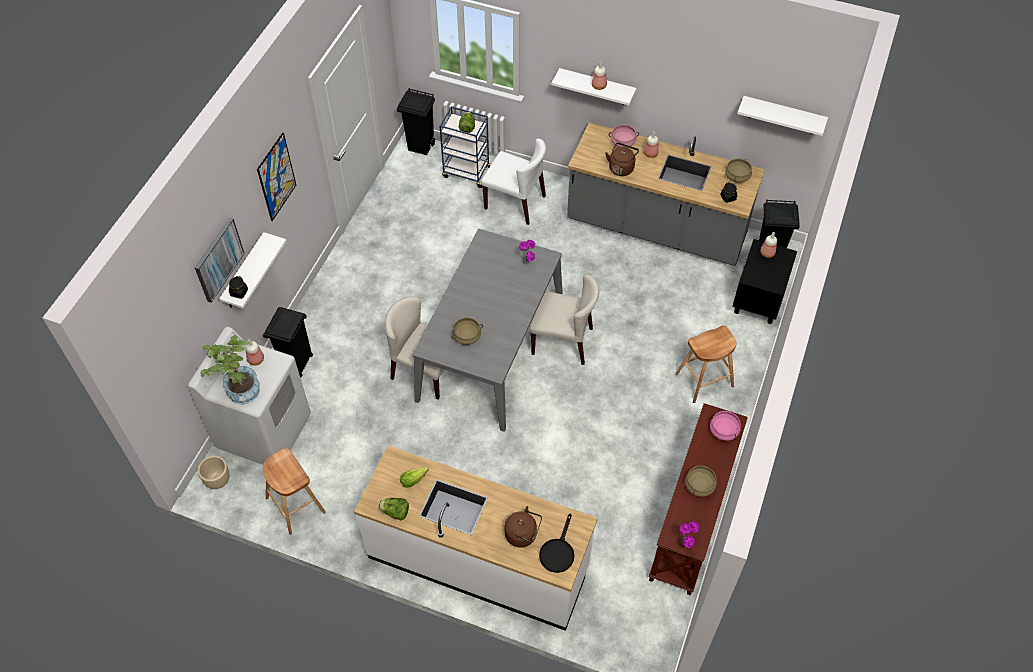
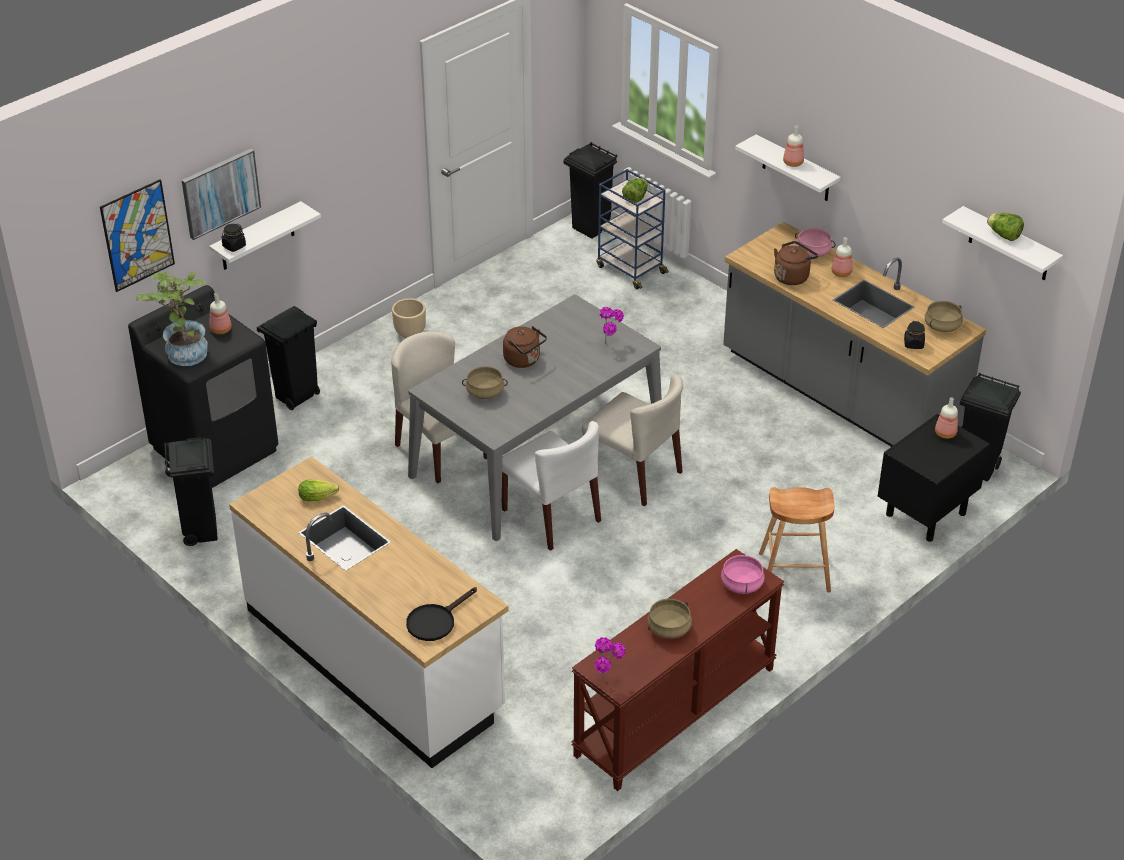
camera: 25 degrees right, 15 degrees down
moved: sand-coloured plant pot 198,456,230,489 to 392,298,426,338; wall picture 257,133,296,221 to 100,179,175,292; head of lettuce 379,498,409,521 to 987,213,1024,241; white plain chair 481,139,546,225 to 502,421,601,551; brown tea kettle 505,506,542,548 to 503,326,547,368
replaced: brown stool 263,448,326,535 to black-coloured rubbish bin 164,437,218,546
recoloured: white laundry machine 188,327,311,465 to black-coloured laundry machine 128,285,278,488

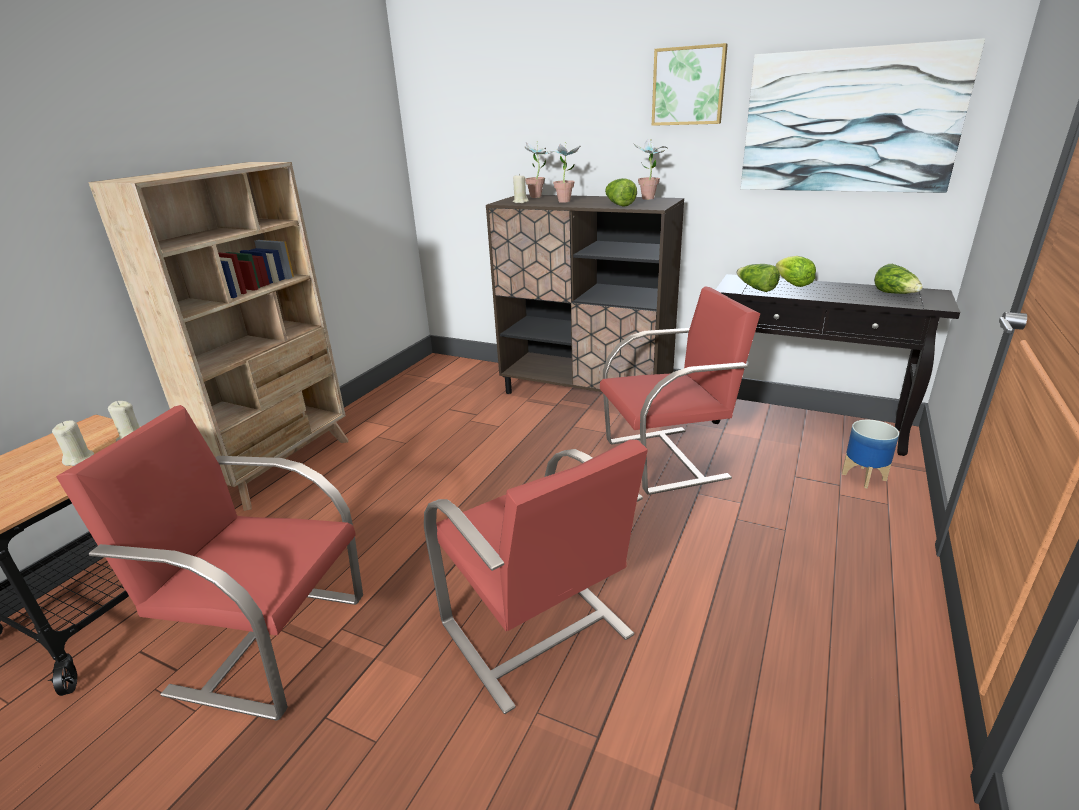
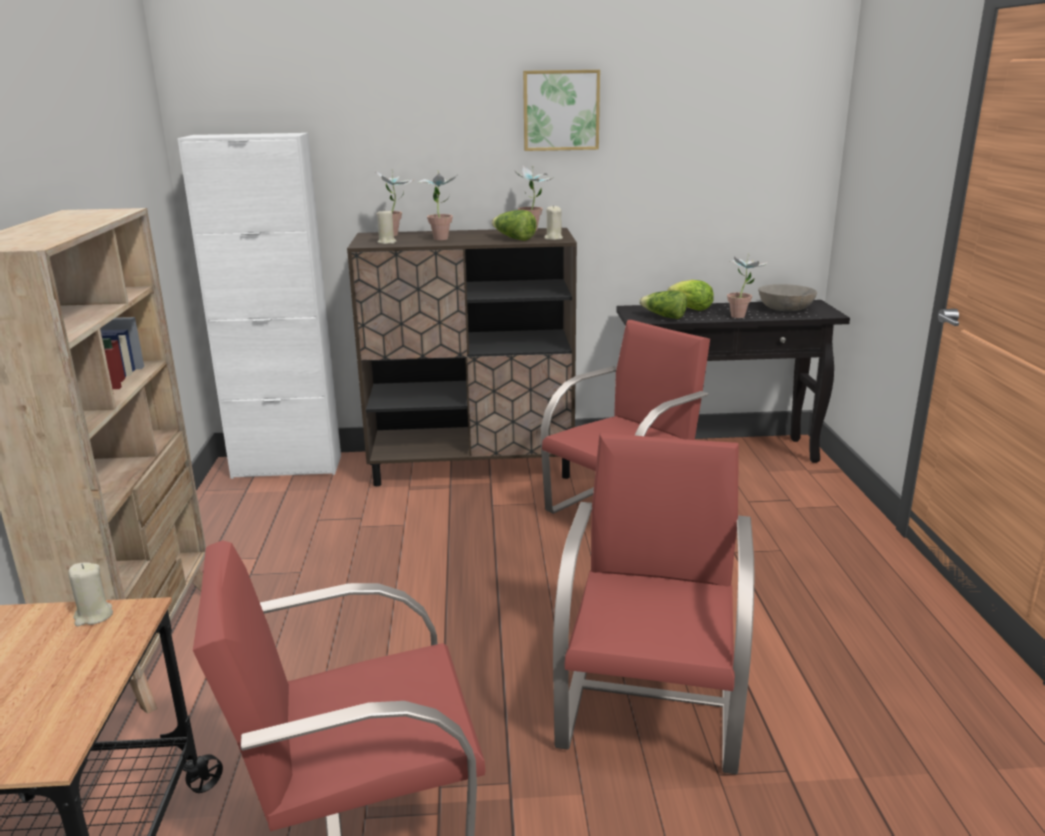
camera: 30 degrees left, 5 degrees down
removed: wall picture 741,38,985,193; plant pot 842,420,899,489
added: white cupboard 177,133,341,479; potted plant 727,254,767,318
moved: sand-coloured candle 52,420,94,466 to 545,205,563,240
replaced: head of lettuce 874,264,923,294 to gray bowl 758,284,817,311
turned: red-coloured plain chair 424,440,648,714 = 553,433,755,774 105 degrees counterclockwise

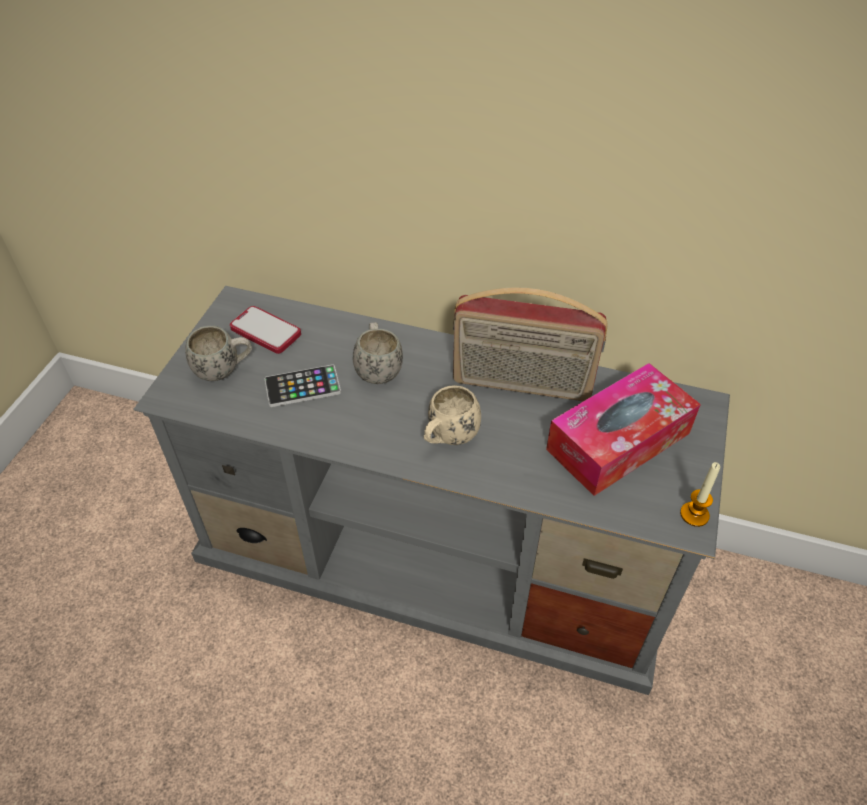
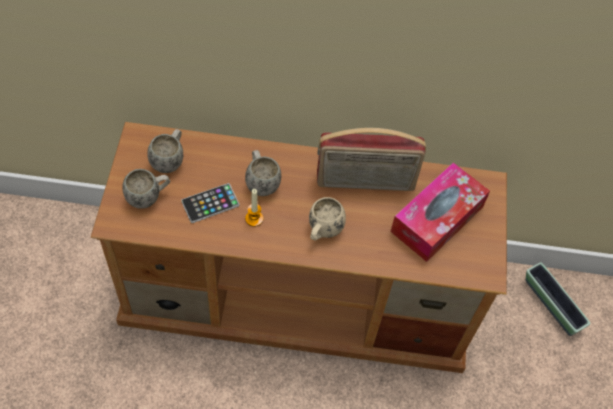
camera: 15 degrees left, 10 degrees up
added: plant pot 526,262,591,336
moved: candle 680,462,720,527 to 245,189,264,227
replaced: phone 230,306,301,354 to white mug 147,129,183,173
recoloured: gray tv stand 133,286,730,695 to brown tv stand 90,122,507,373

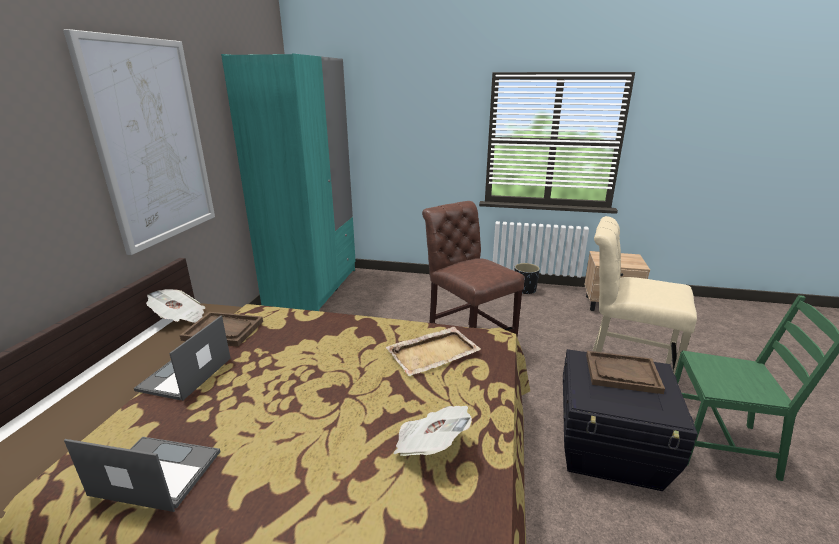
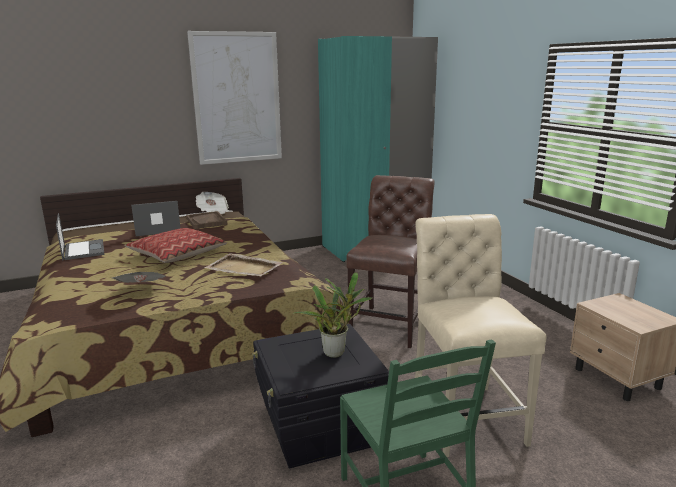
camera: 55 degrees right, 5 degrees down
removed: black-coloured plant pot 514,263,540,294
added: cushion 125,228,227,263
replaced: brown tray 586,351,665,394 to potted plant 293,272,373,358

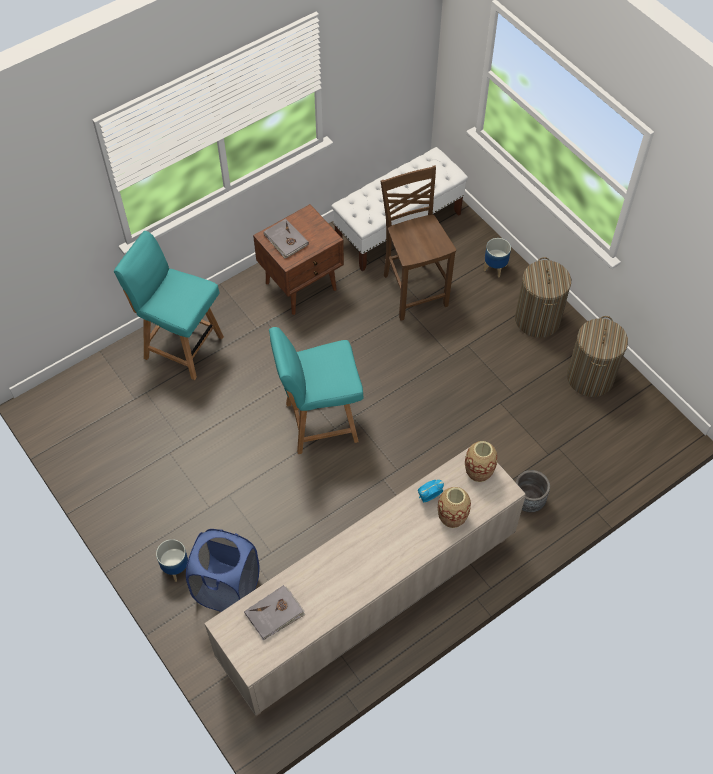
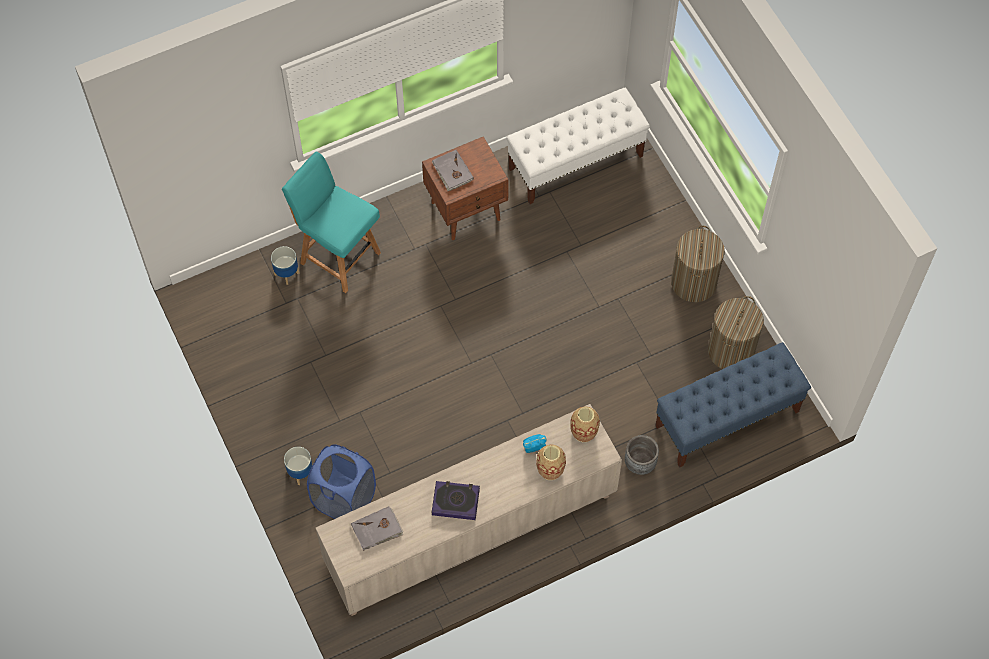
camera: 10 degrees right, 5 degrees up
removed: turquoise plain chair 269,327,364,454; brown plain chair 381,166,456,321
added: bound book 432,481,480,520; bluish long seat 655,342,811,468
moved: plant pot 484,238,511,278 to 271,246,299,285

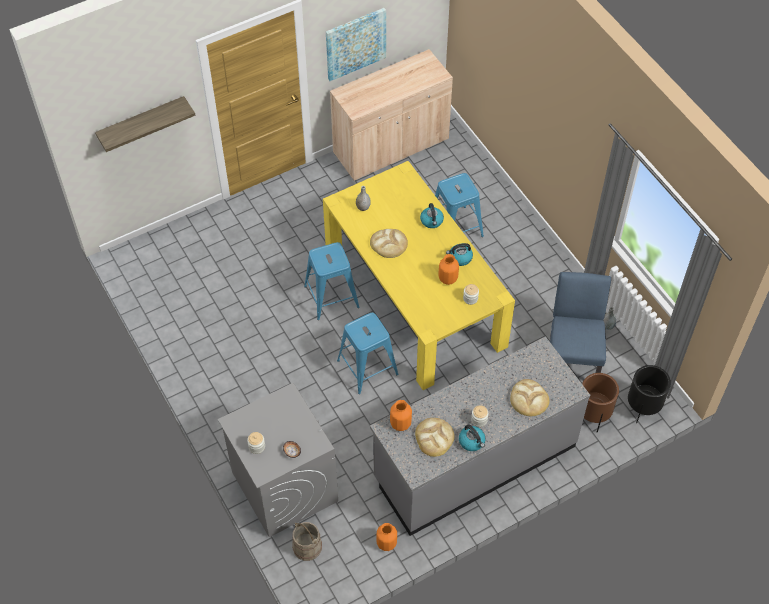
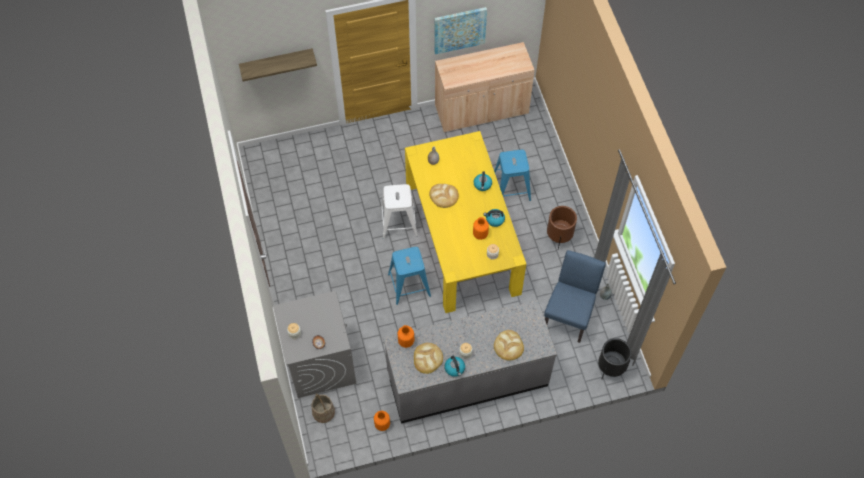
camera: 15 degrees right, 5 degrees up
moved: brown plant pot 582,373,619,432 to 547,206,577,249
recoloured: bluish stool 304,242,359,320 to white stool 381,184,418,239

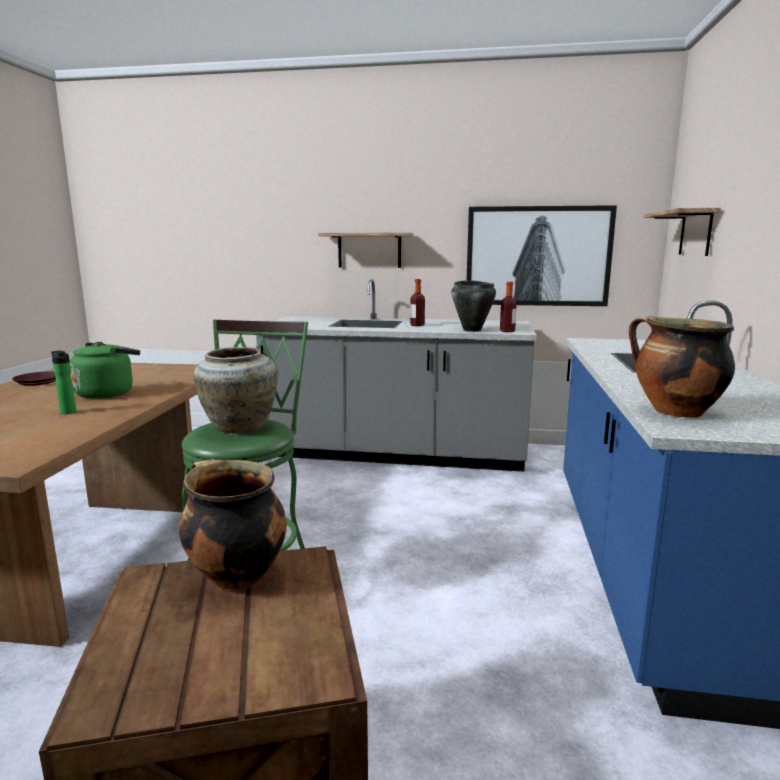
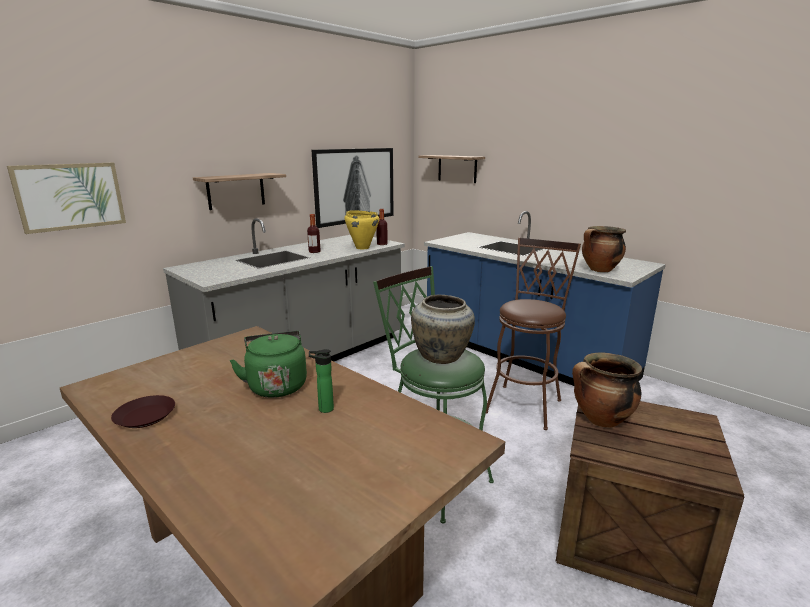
camera: 55 degrees left, 5 degrees up
added: wall picture 7,163,126,234; brown stool 486,238,581,430
recoloured: black-coloured saucepot 451,280,496,332 to yellow saucepot 345,210,379,249

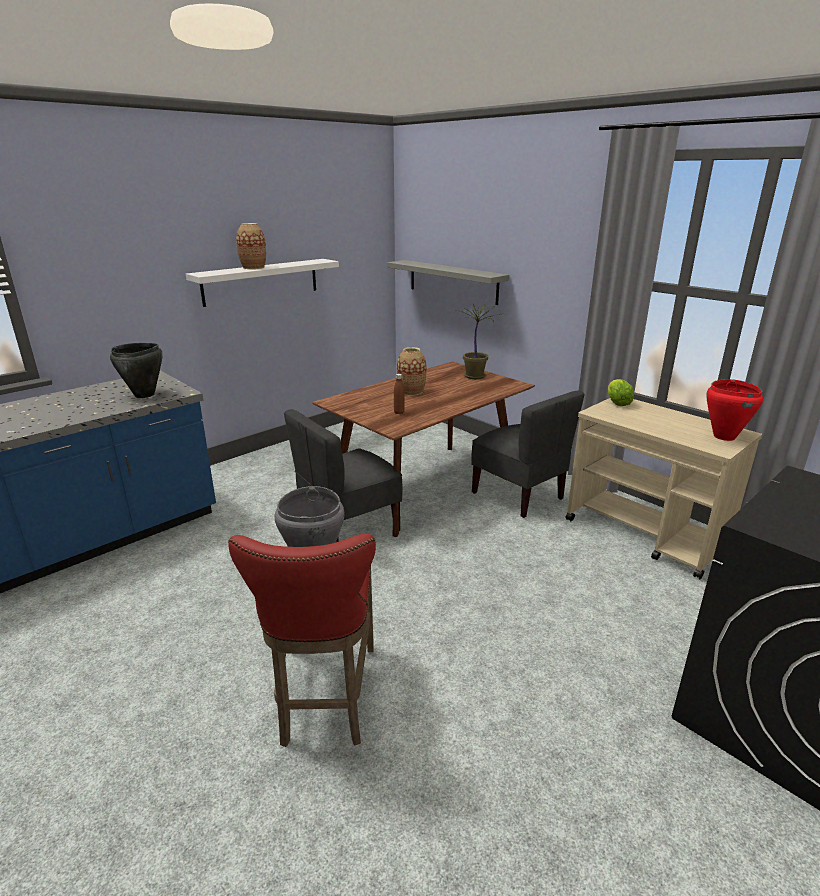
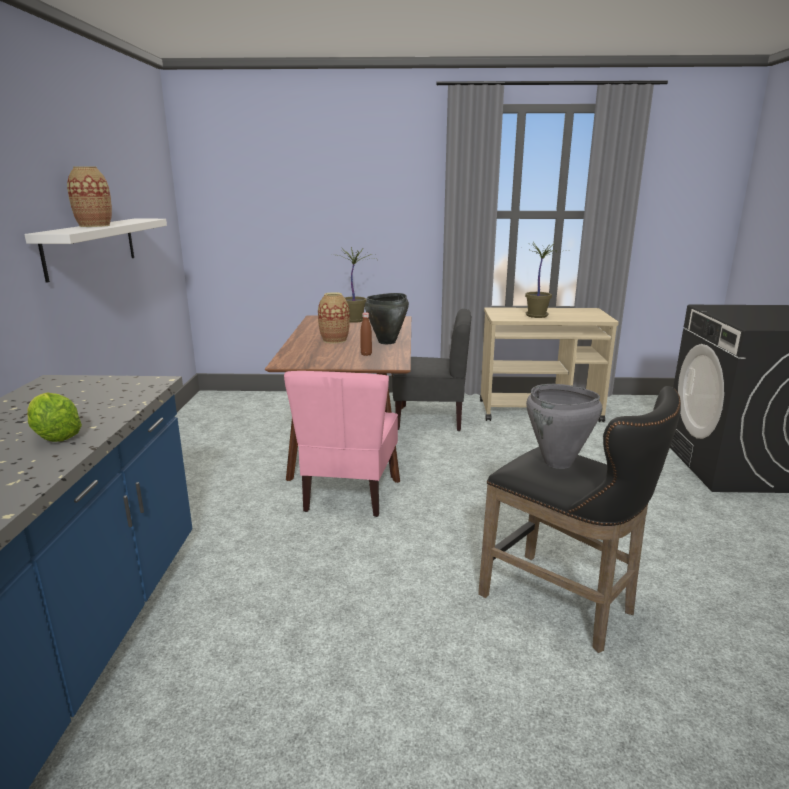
camera: 45 degrees left, 5 degrees down
removed: gray wall shelf 387,260,509,305; red-coloured saucepot 706,379,763,441
added: potted plant 518,242,560,318
moved: black-coloured saucepot 110,343,163,398 to 365,293,409,344; head of lettuce 608,379,634,406 to 27,393,82,442
recoloured: red-coloured stool 228,534,376,747 to black-coloured stool 478,386,681,653; gray plain chair 284,409,403,542 to pink-coloured plain chair 284,371,398,517

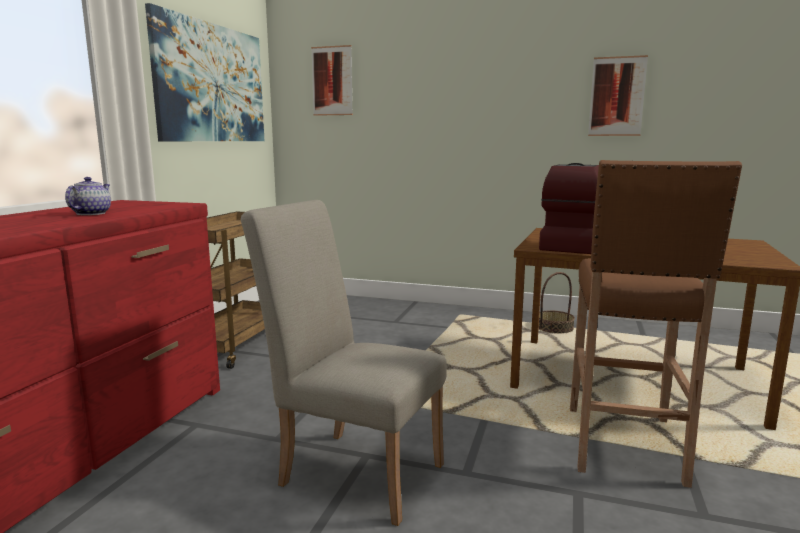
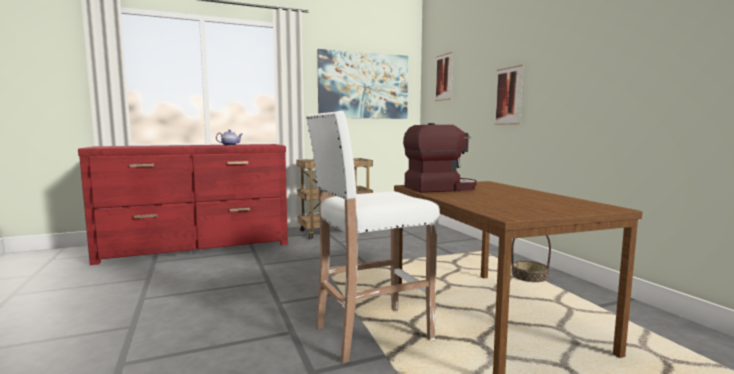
camera: 50 degrees right, 5 degrees down
removed: sand-coloured plain chair 241,200,447,526
moved: wall picture 588,55,648,136 to 494,65,524,125
recoloured: brown stool 570,160,742,488 to white stool 306,111,440,363

